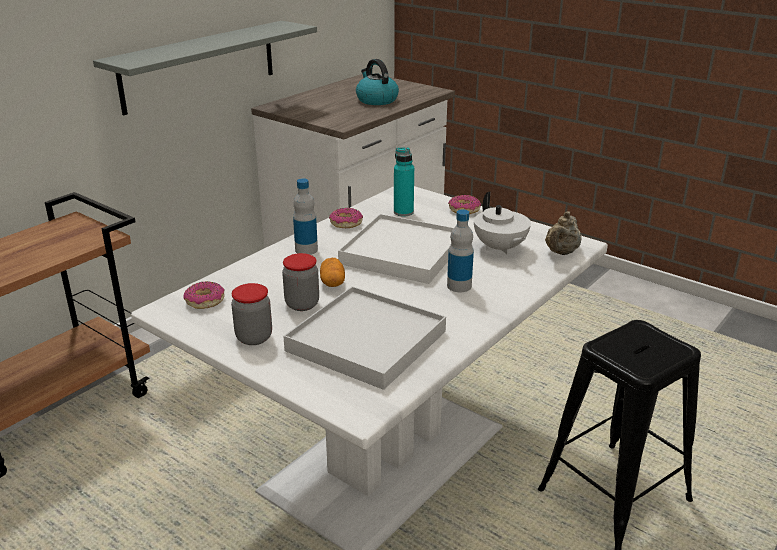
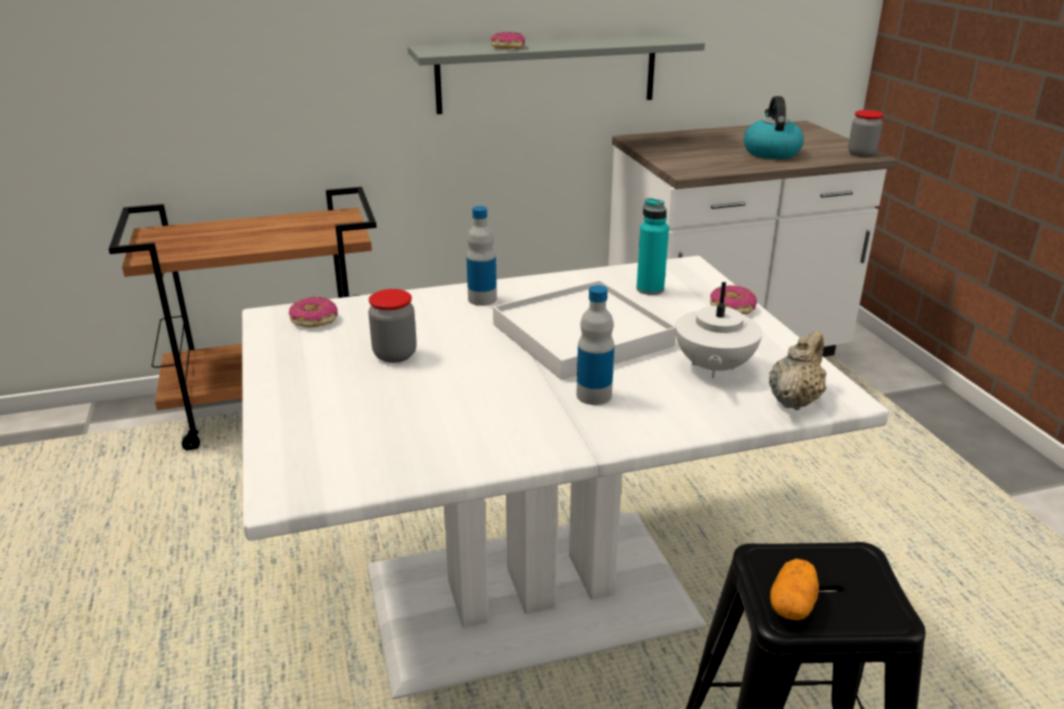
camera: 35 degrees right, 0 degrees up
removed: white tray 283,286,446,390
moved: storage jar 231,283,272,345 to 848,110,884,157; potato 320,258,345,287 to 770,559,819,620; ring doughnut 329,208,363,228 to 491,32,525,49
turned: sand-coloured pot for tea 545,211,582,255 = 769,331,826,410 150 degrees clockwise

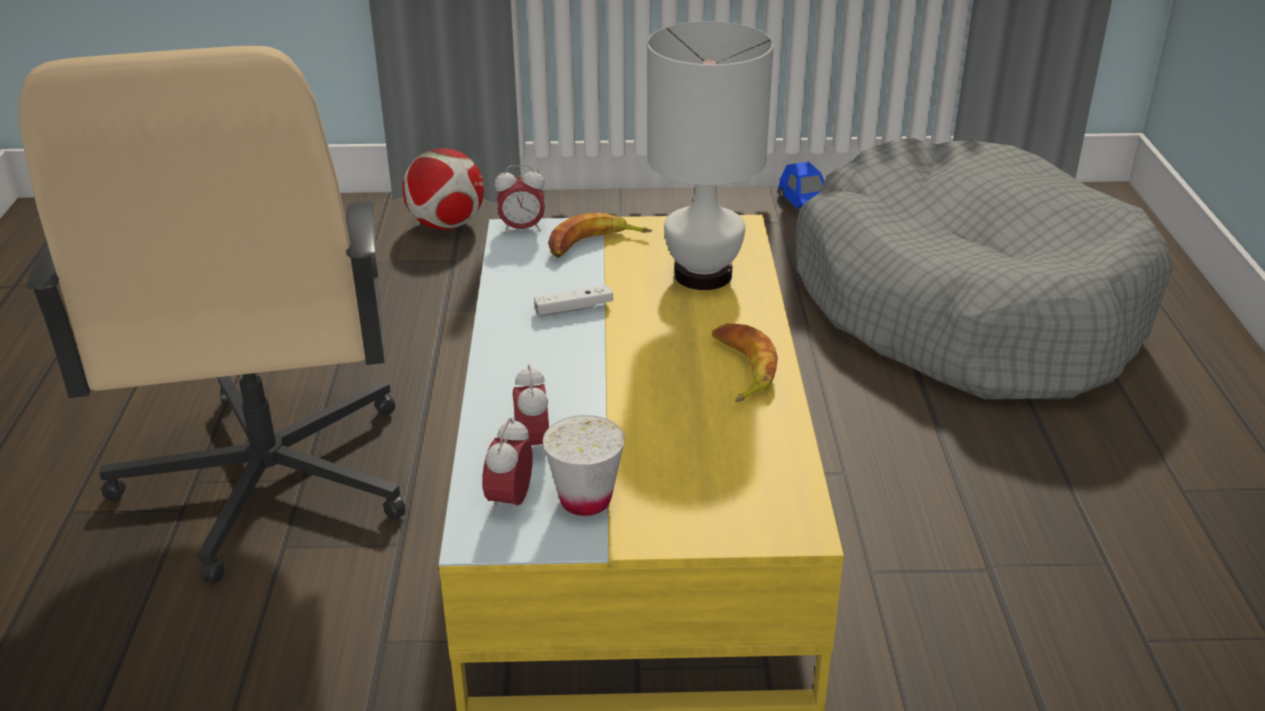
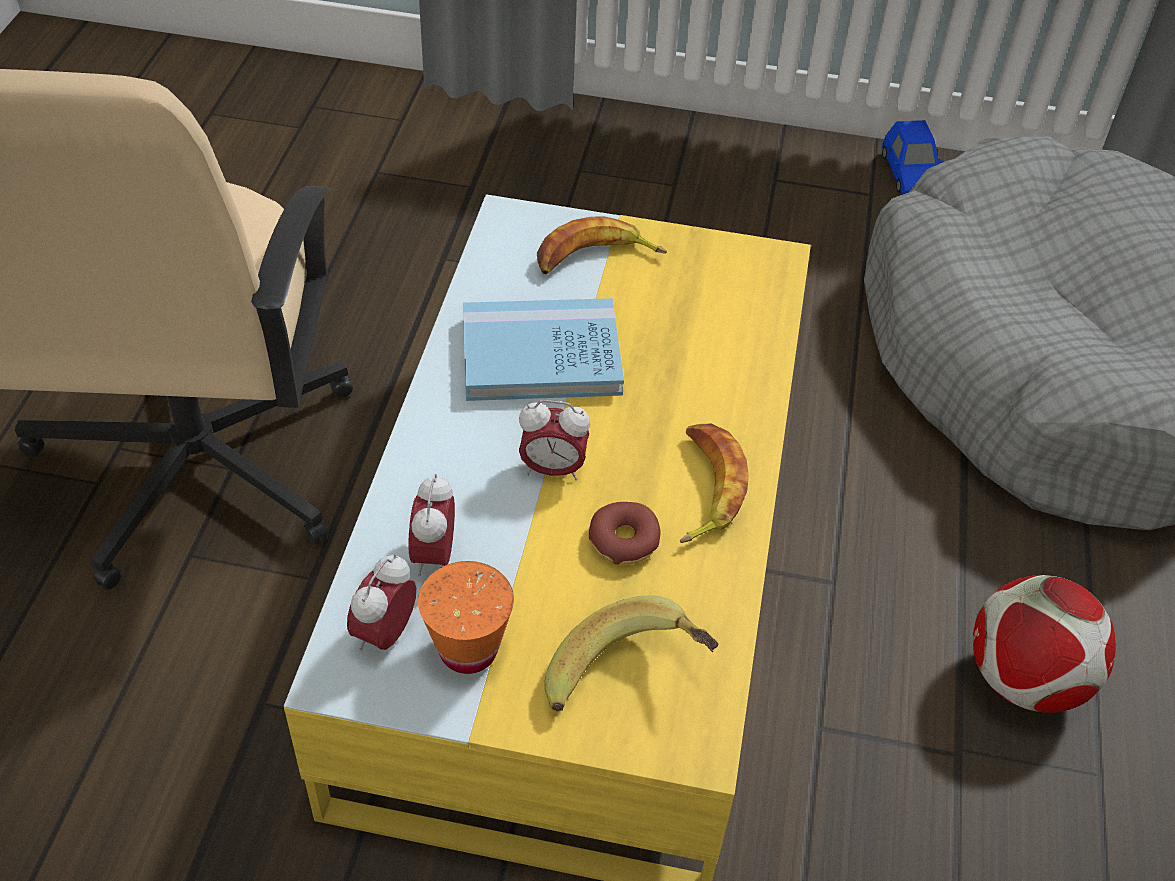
camera: 10 degrees right, 15 degrees up
removed: white table lamp 647,21,774,290
added: whole banana 544,595,718,711; ring doughnut 589,502,661,565
moved: ball for football 402,148,484,230 to 973,575,1116,713; alarm clock 495,165,545,234 to 519,400,590,481
replaced: white joypad 534,285,613,317 to bluish bound book 463,298,624,401
recoloured: white drinking cup 543,415,625,516 to orangey drinking cup 418,561,514,674

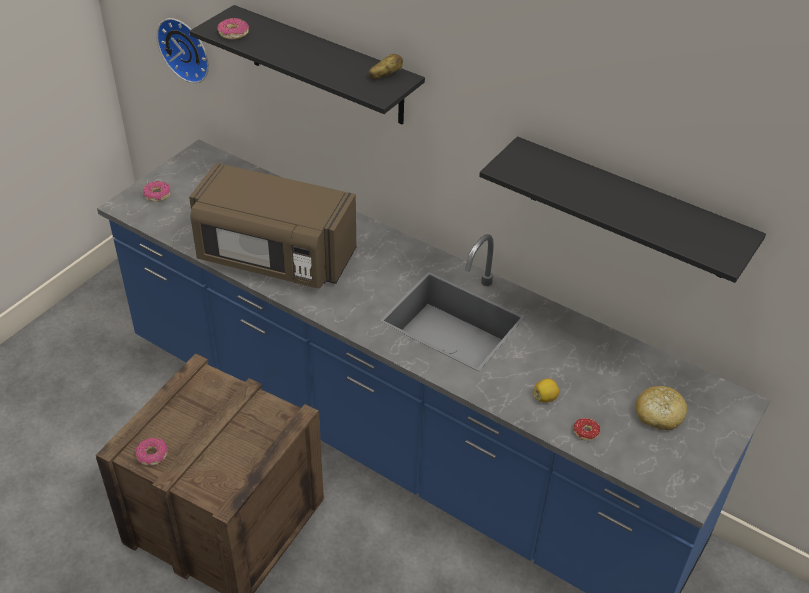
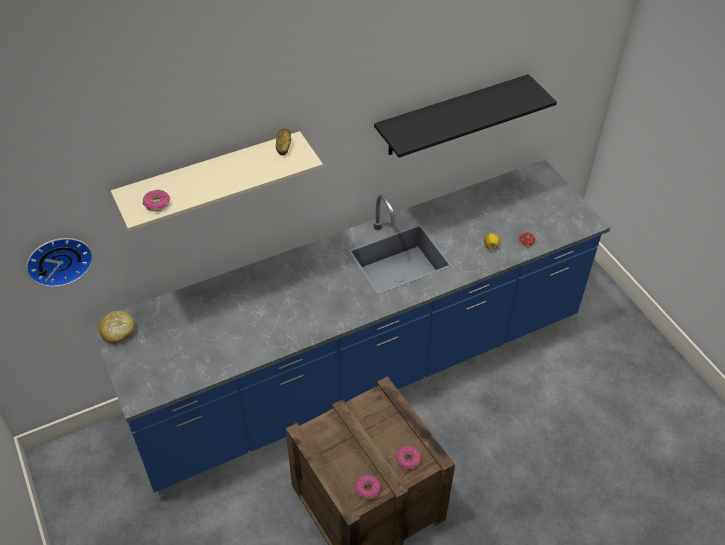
camera: 60 degrees left, 5 degrees up
removed: brown kitchen microwave 189,163,357,288
moved: ring doughnut 143,181,171,202 to 396,446,421,470; bakery bread 636,386,687,430 to 99,311,135,344
recoloured: black-coloured wall shelf 189,5,425,125 to sand-coloured wall shelf 111,131,323,231

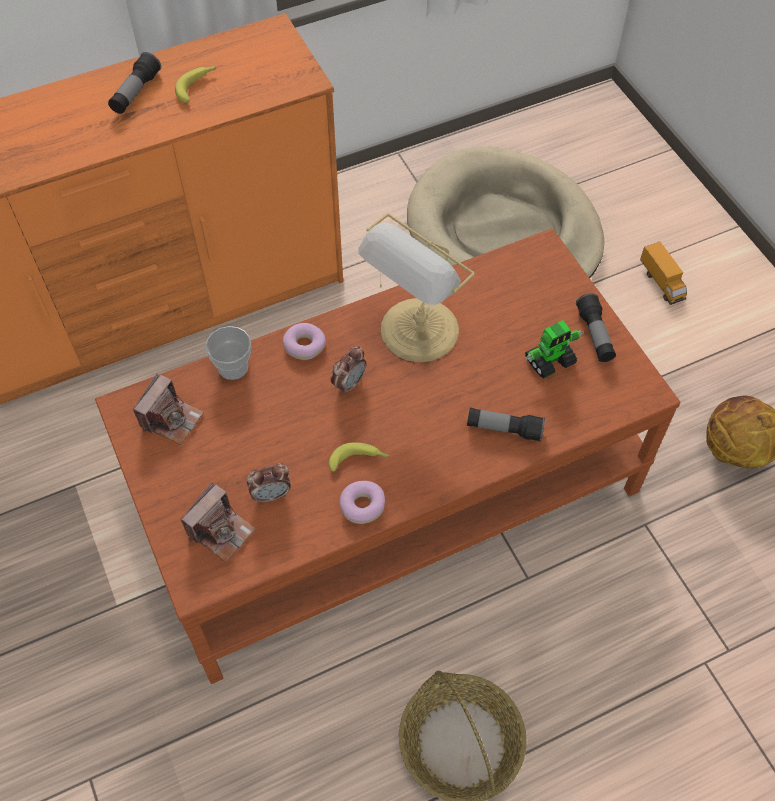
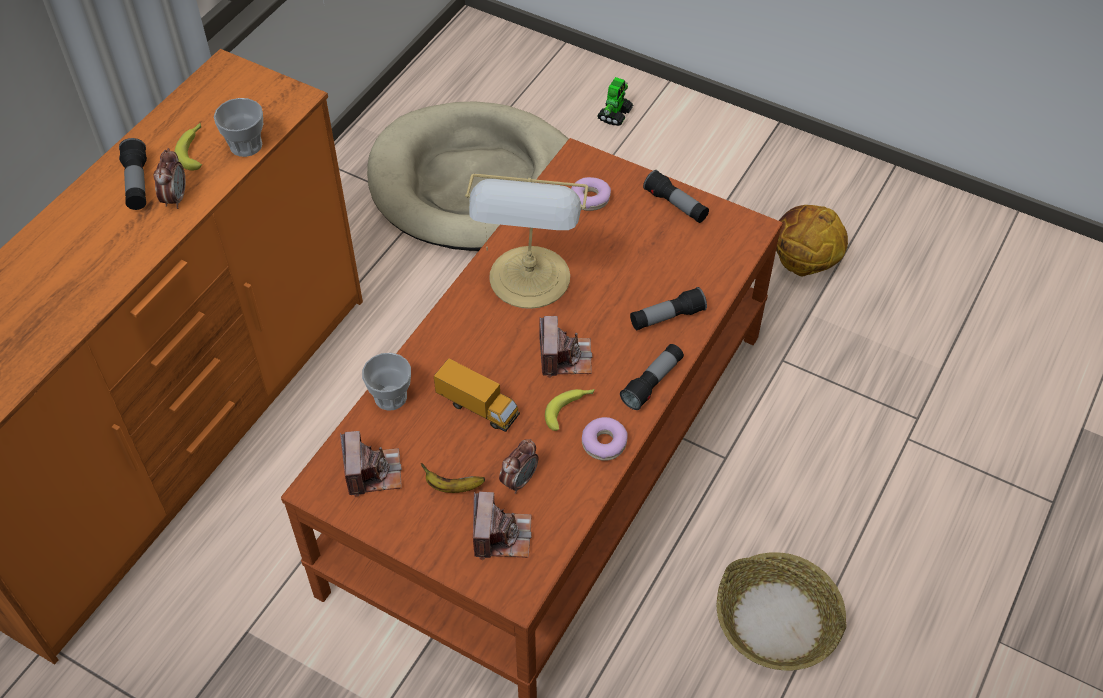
camera: 35 degrees left, 5 degrees down
added: drinking cup 214,98,263,157; whole banana 421,463,485,493; still camera 539,316,592,378; hand torch 620,344,684,410
moved: ring doughnut 283,323,326,360 to 571,177,611,211; alarm clock 331,346,367,395 to 154,148,185,209; robot figure 525,320,583,379 to 597,77,633,126; toy truck 640,242,687,305 to 434,358,520,432

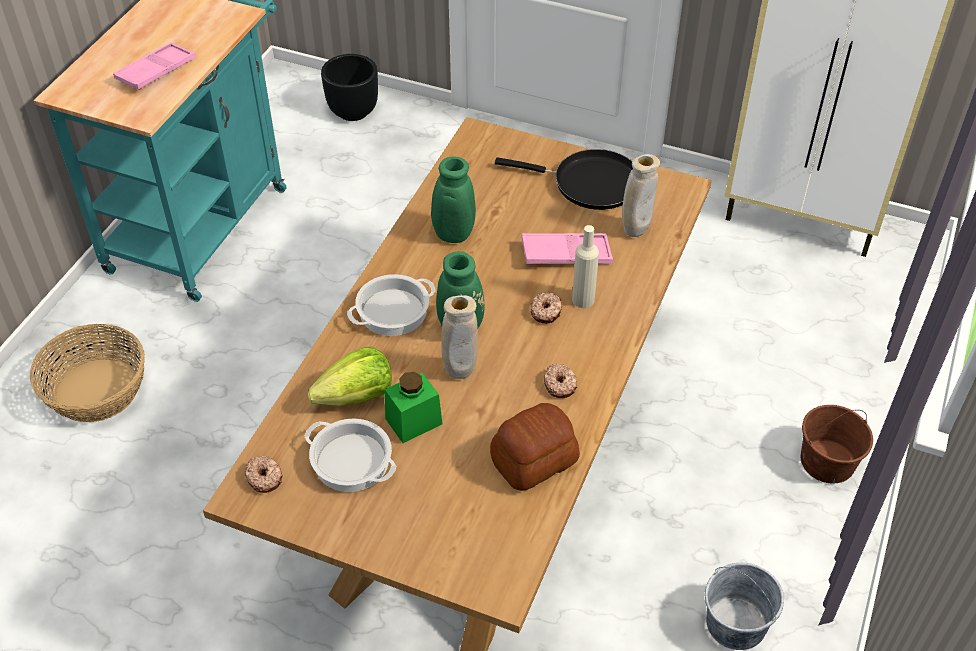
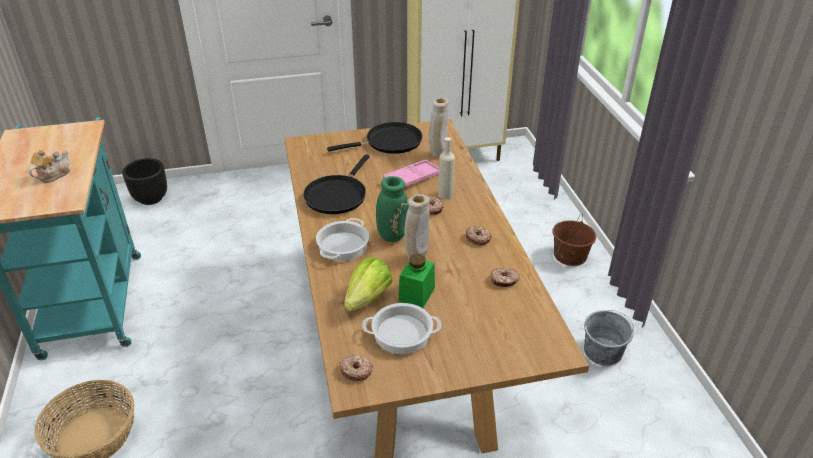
camera: 35 degrees left, 10 degrees down
replaced: pink-coloured tray 113,42,196,90 to pot for tea 28,150,70,183; greenish decorative vase 400,157,476,243 to black-coloured skillet 303,154,370,214; bakery bread 490,403,580,491 to ring doughnut 490,267,520,287

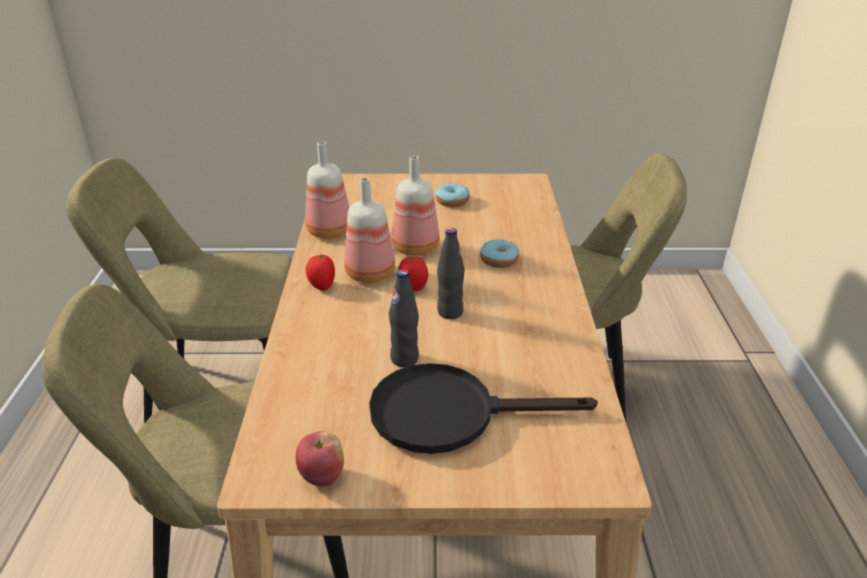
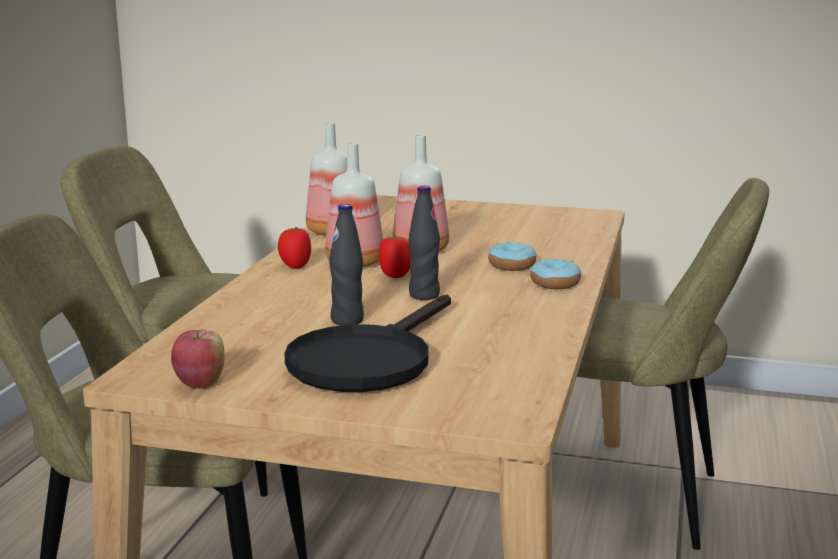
camera: 15 degrees right, 15 degrees down
moved: ring doughnut 436,183,470,207 to 530,258,581,289
turned: black-coloured skillet 369,363,598,454 = 284,295,451,392 75 degrees counterclockwise

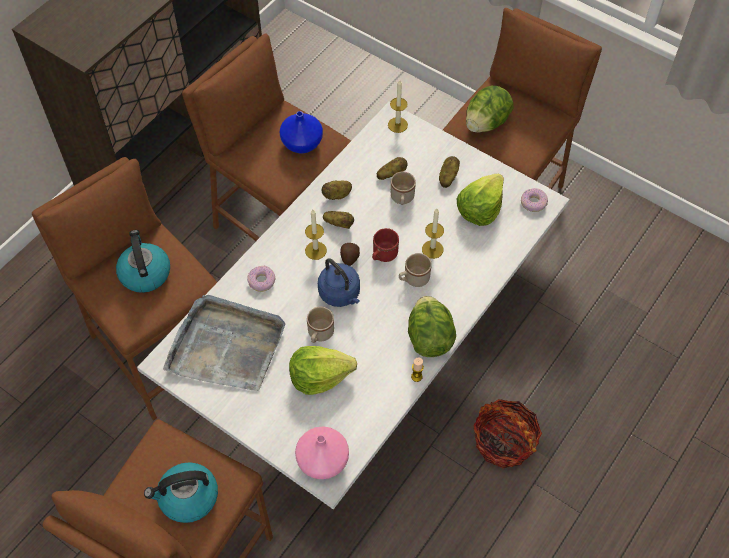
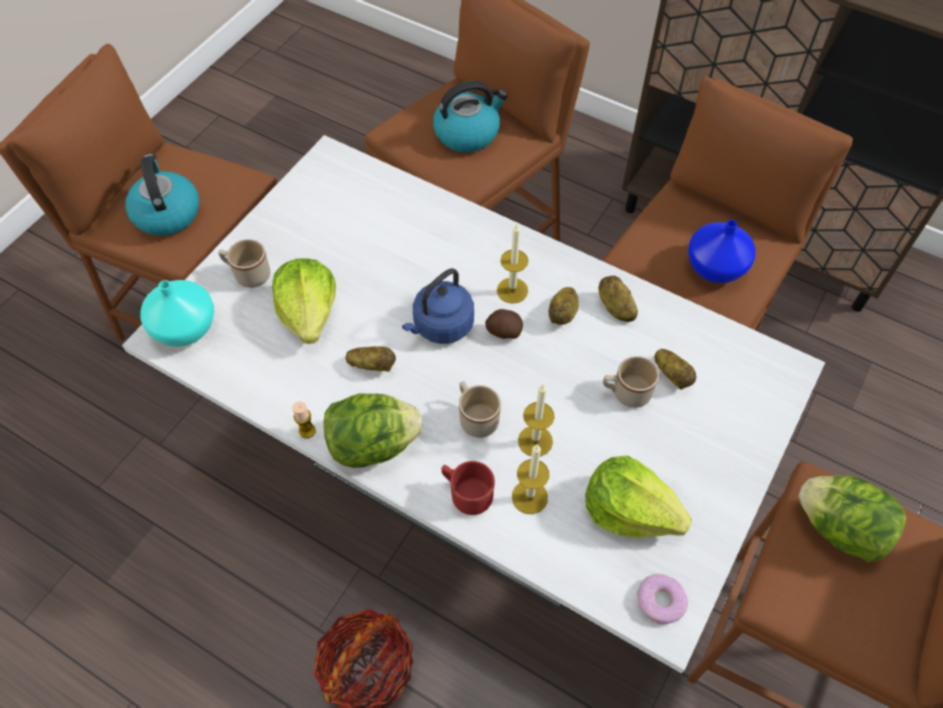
camera: 85 degrees right, 0 degrees up
removed: gray tray 163,295,285,391; ring doughnut 247,266,275,292
moved: sand-coloured mug 307,307,334,343 to 218,239,270,288; red-coloured mug 372,228,399,262 to 441,461,495,515; candle 388,80,408,133 to 512,445,549,514; potato 439,156,460,188 to 346,346,396,372
recoloured: pink-coloured decorative vase 295,427,349,479 to turquoise decorative vase 141,280,214,347

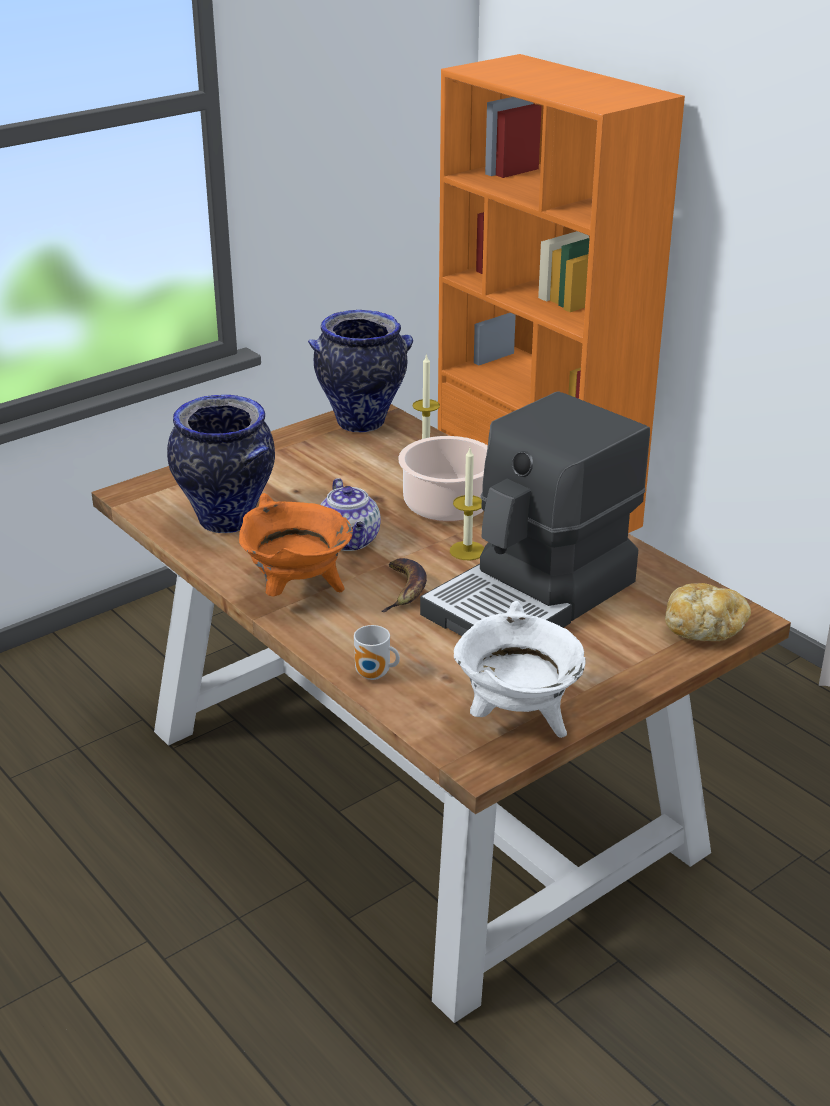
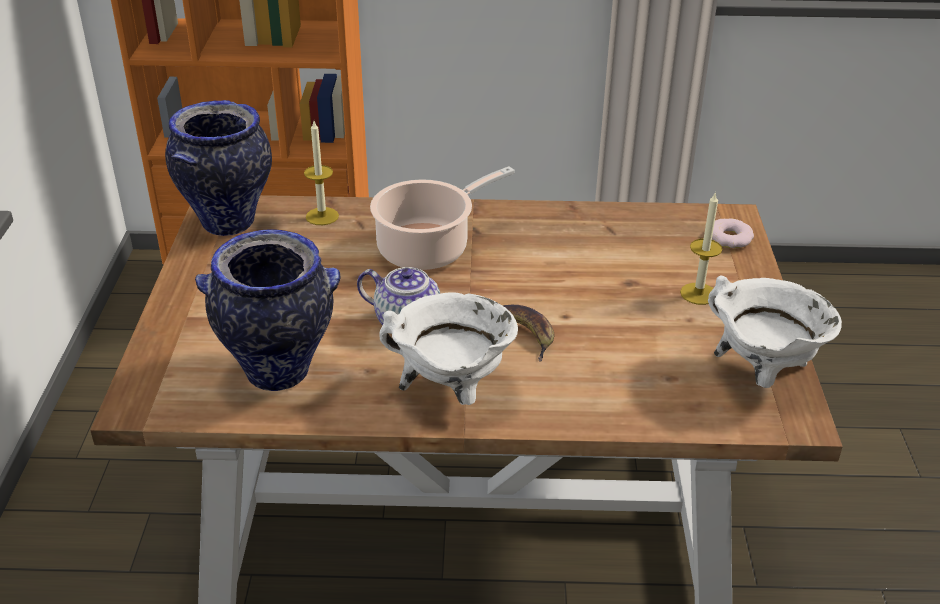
camera: 50 degrees left, 5 degrees up
removed: mug 354,625,400,680; coffee brewer 420,391,650,636
moved: candle 450,448,484,561 to 680,193,723,305
replaced: bakery bread 665,583,751,641 to ring doughnut 712,218,754,248
recoloured: orangey saucepot 239,493,353,596 to white saucepot 379,292,518,405

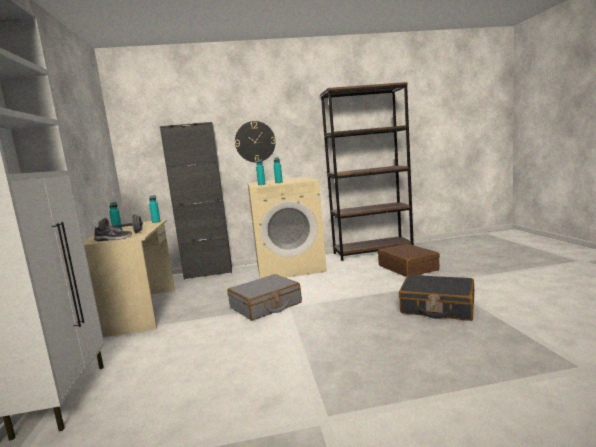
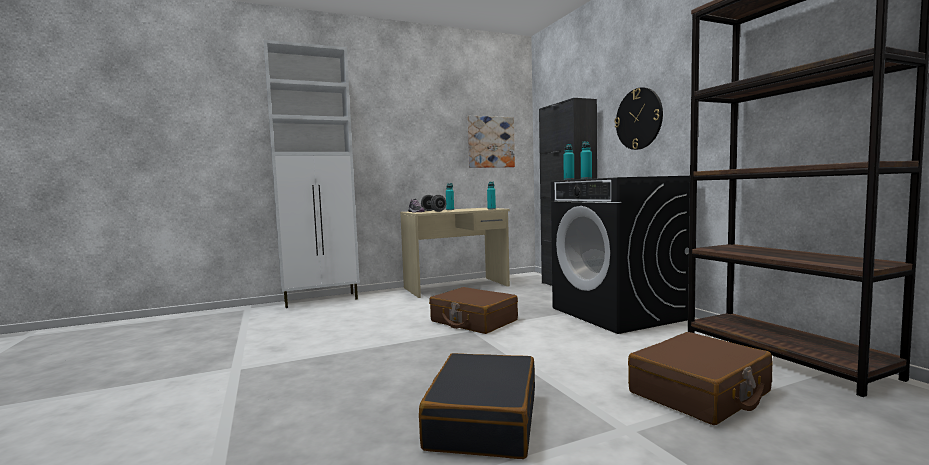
camera: 75 degrees right, 5 degrees down
added: wall picture 467,116,515,168
recoloured: gray travel case 227,274,302,321 to brown travel case 429,287,518,334; sand-coloured laundry machine 247,177,327,279 to black-coloured laundry machine 551,176,690,334

